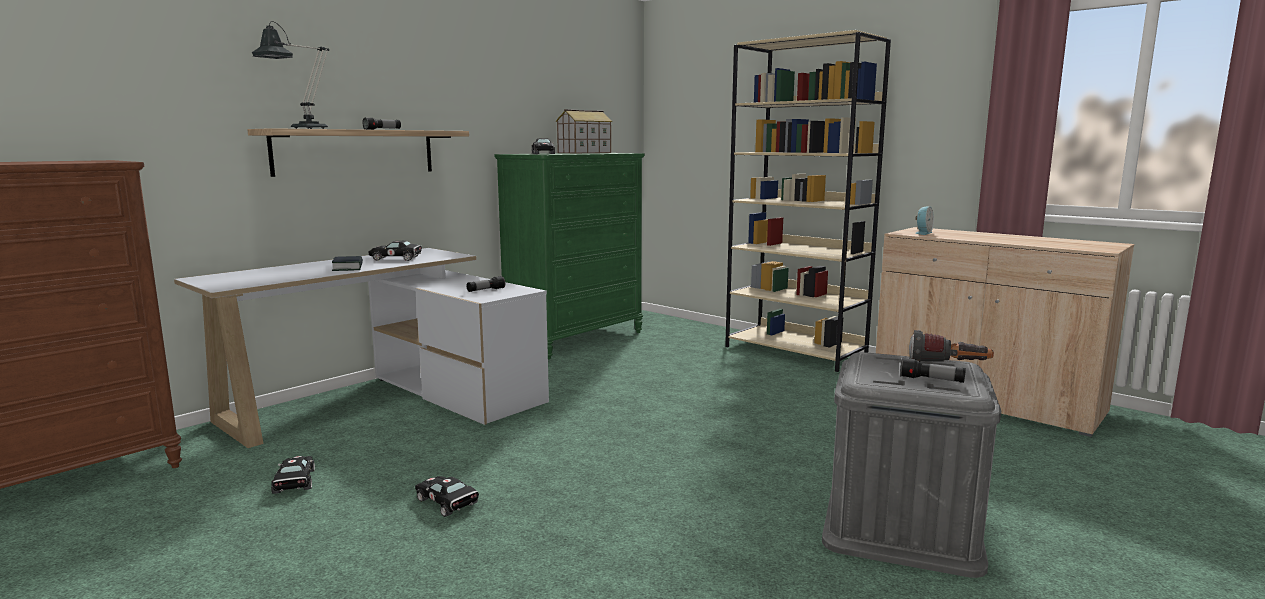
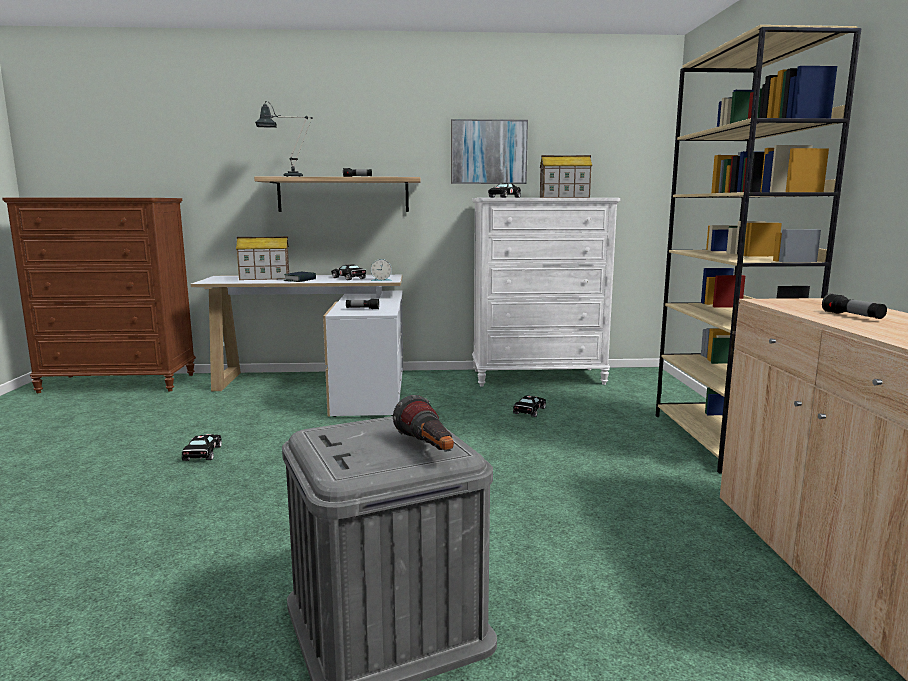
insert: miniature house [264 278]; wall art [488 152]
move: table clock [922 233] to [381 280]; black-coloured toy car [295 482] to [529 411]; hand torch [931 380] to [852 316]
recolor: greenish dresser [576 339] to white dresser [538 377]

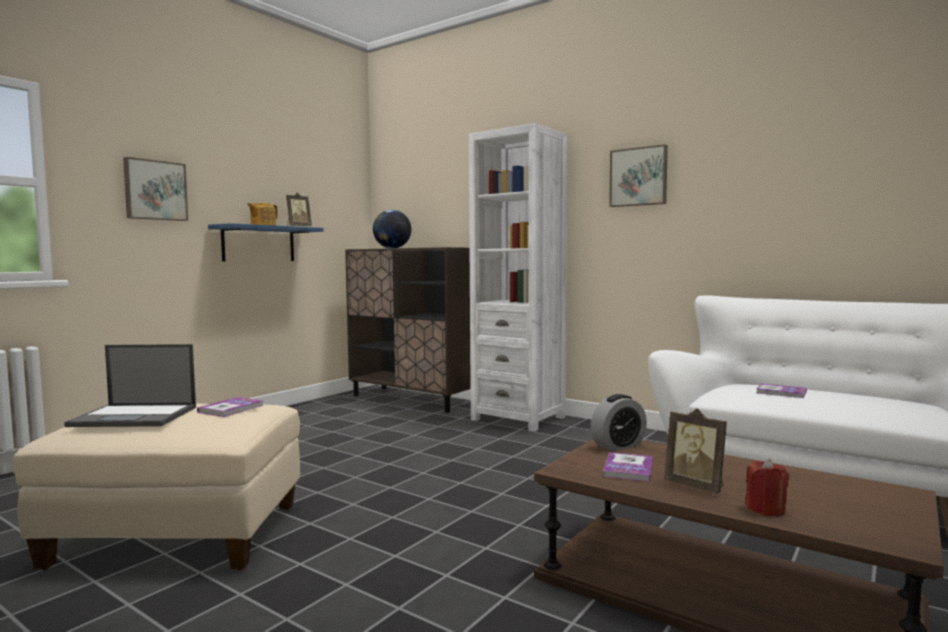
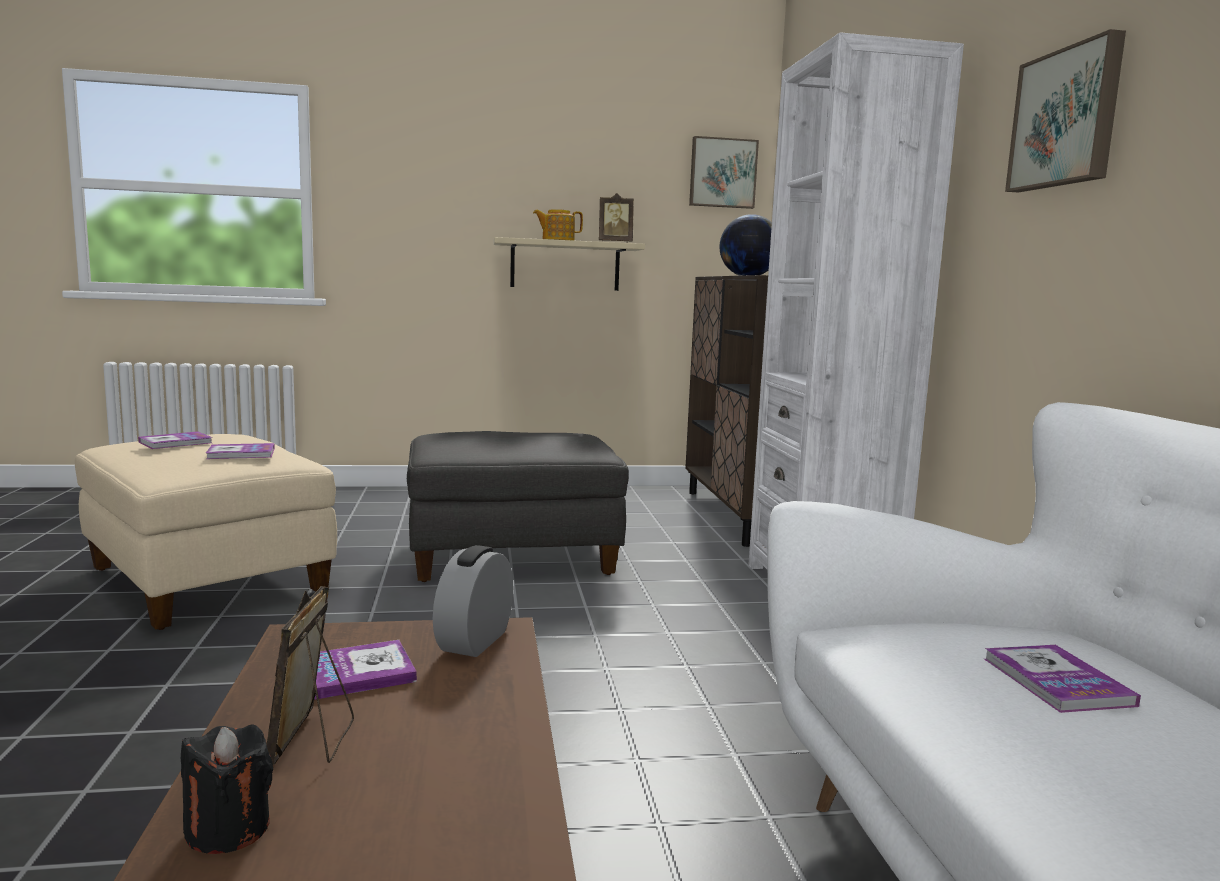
insert: gray pouffe [514 556]
move: wall art [155 190] to [722 173]
replace: laptop [136 416] to volume [176 442]
recolor: red-coloured wax light [765 509] to black-coloured wax light [228 829]; bluish wall shelf [258 244] to beige wall shelf [565 265]
rotate: table clock [618 445] = [474 641] 90 degrees clockwise

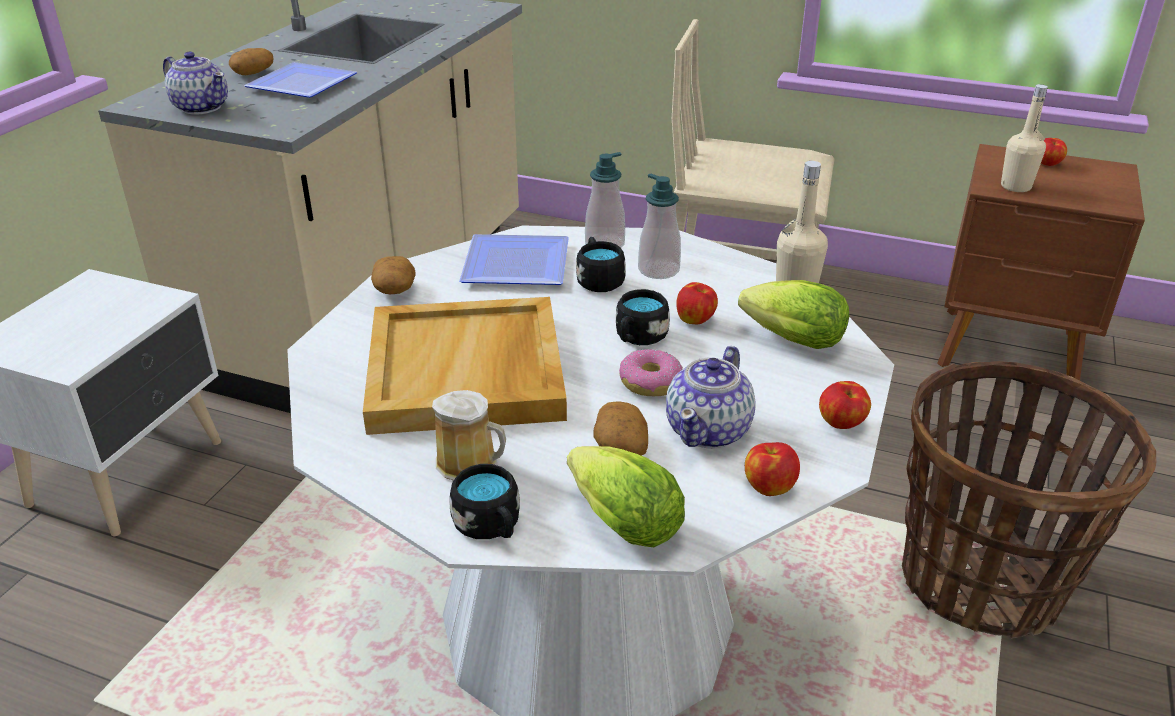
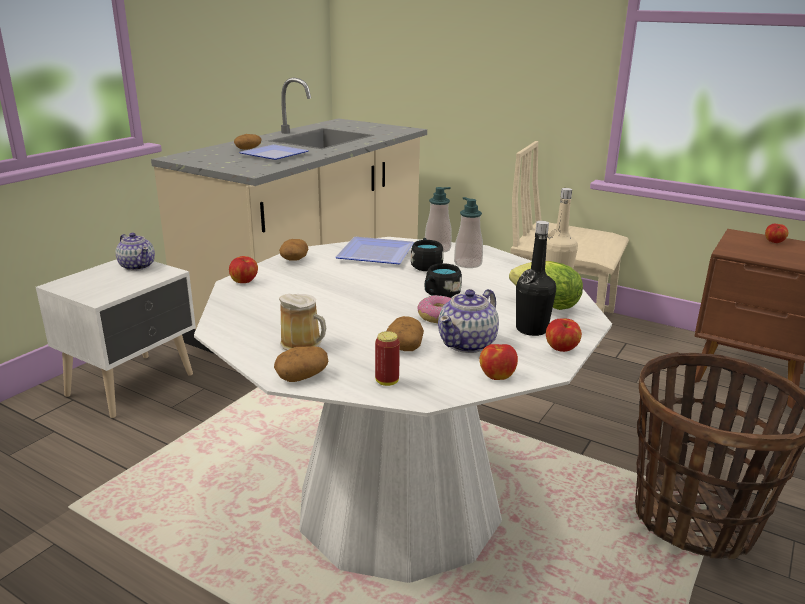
delete: beige tray [467 372]; beige bottle [1015 187]
insert: black-coloured bottle [531 329]
move: pot for tea [201 107] to [137 266]; apple [695 320] to [244 282]
replace: black-coloured tea mug [490 527] to whole potato [302 376]; lettuce head [618 520] to metal can [387 381]

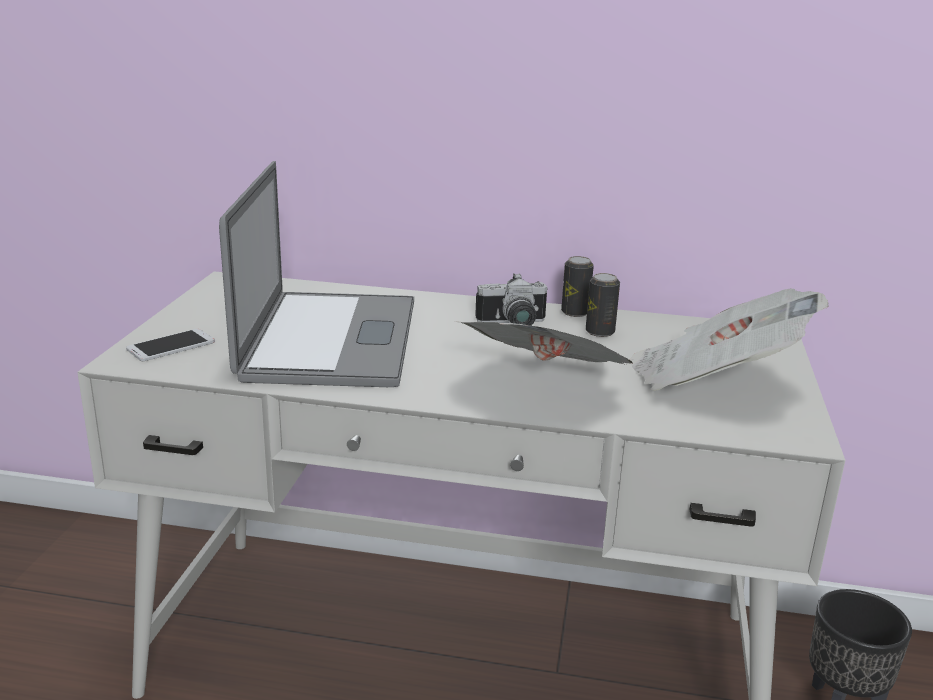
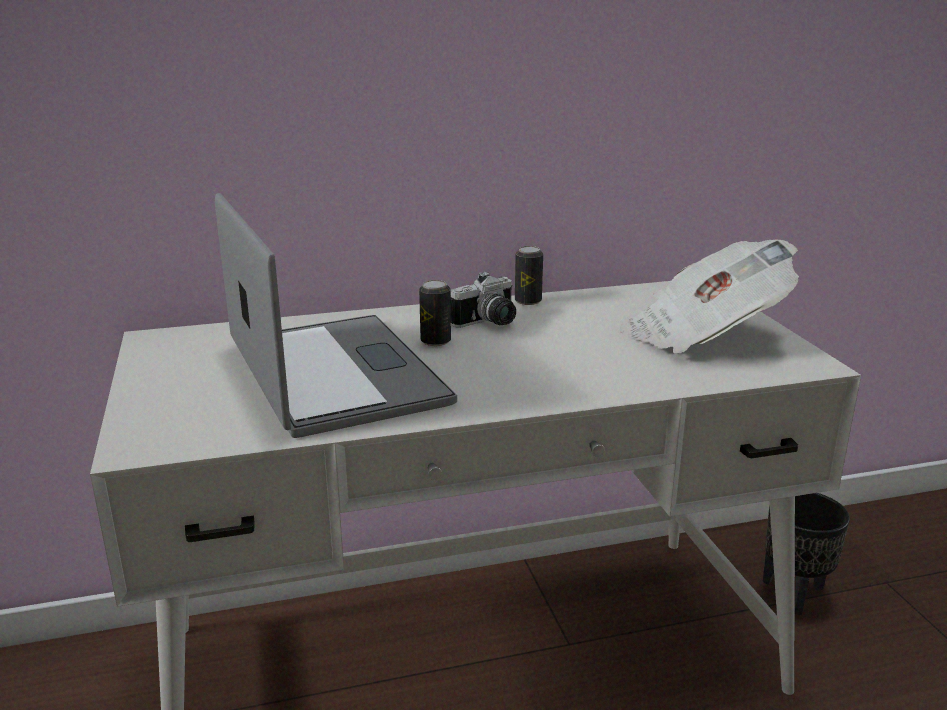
delete: phone [171 346]; daily paper [546 388]
move: metal can [600 332] to [435 341]

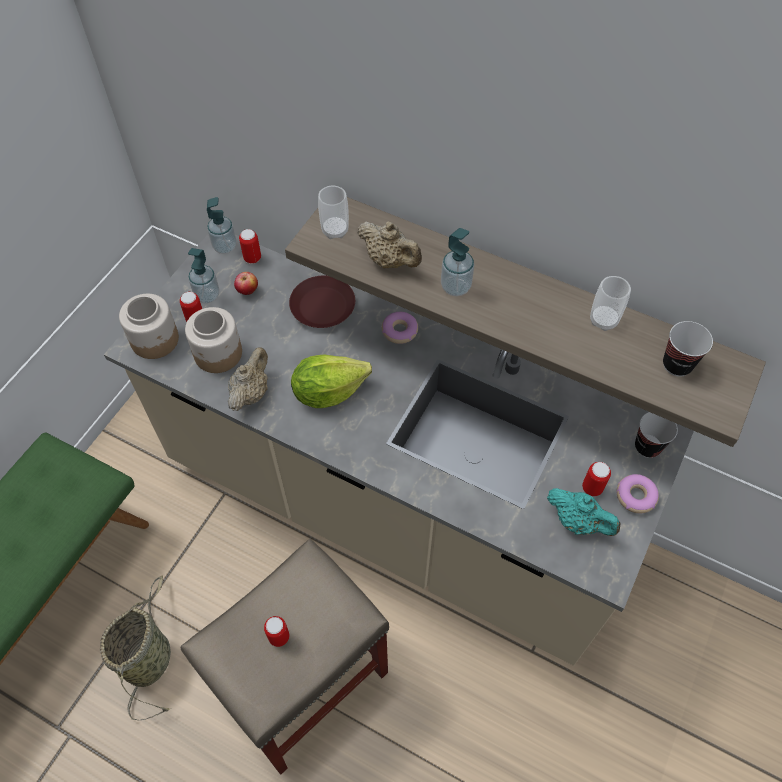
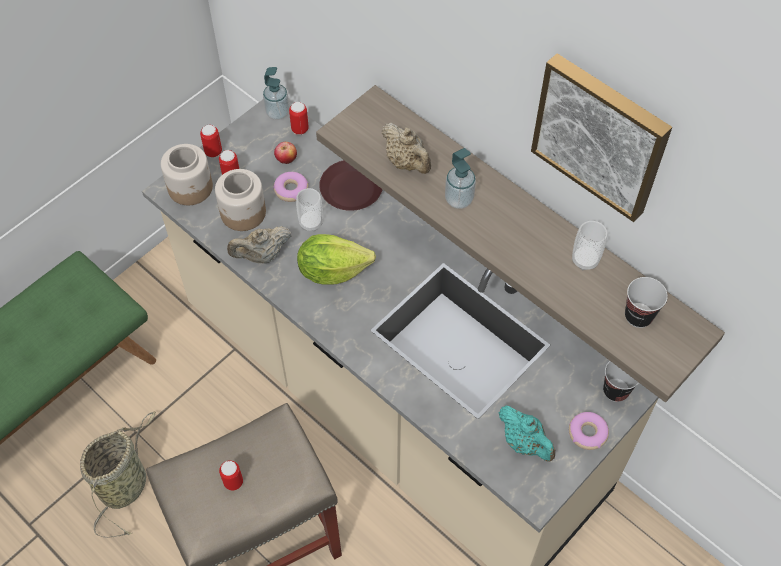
delete: liquid soap bottle [207 295]
insert: wall art [601 135]
move: metal can [592 488] to [213 152]; donut [400 331] to [291 190]; small cup [335 230] to [311 223]
rotate: beige pot for tea [251 393] = [262 256] 150 degrees counterclockwise

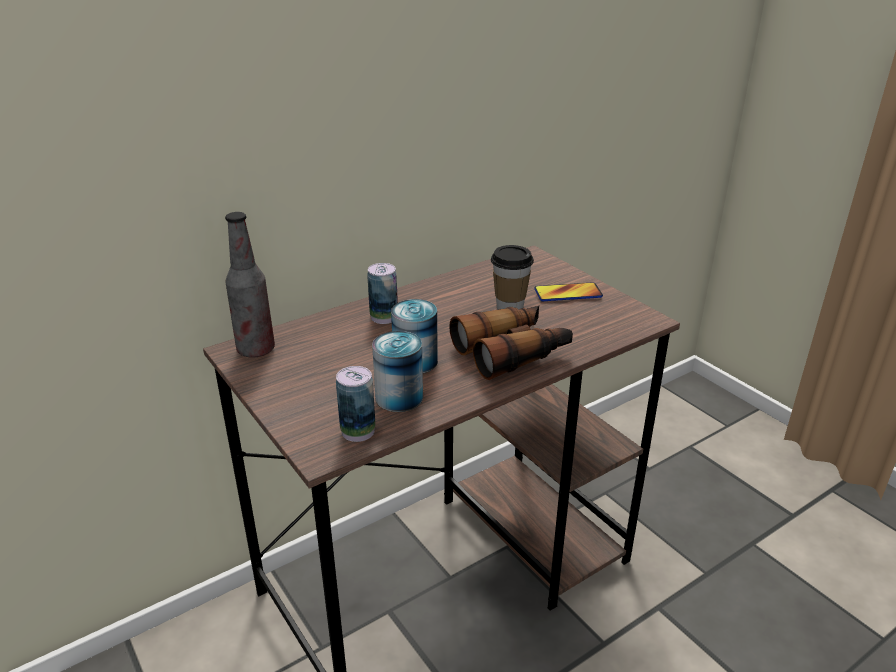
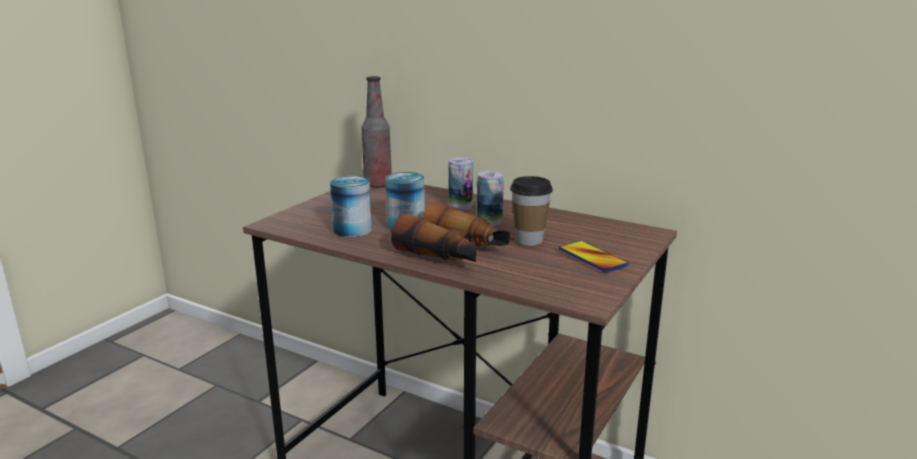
move: metal can [358 431] to [489 221]

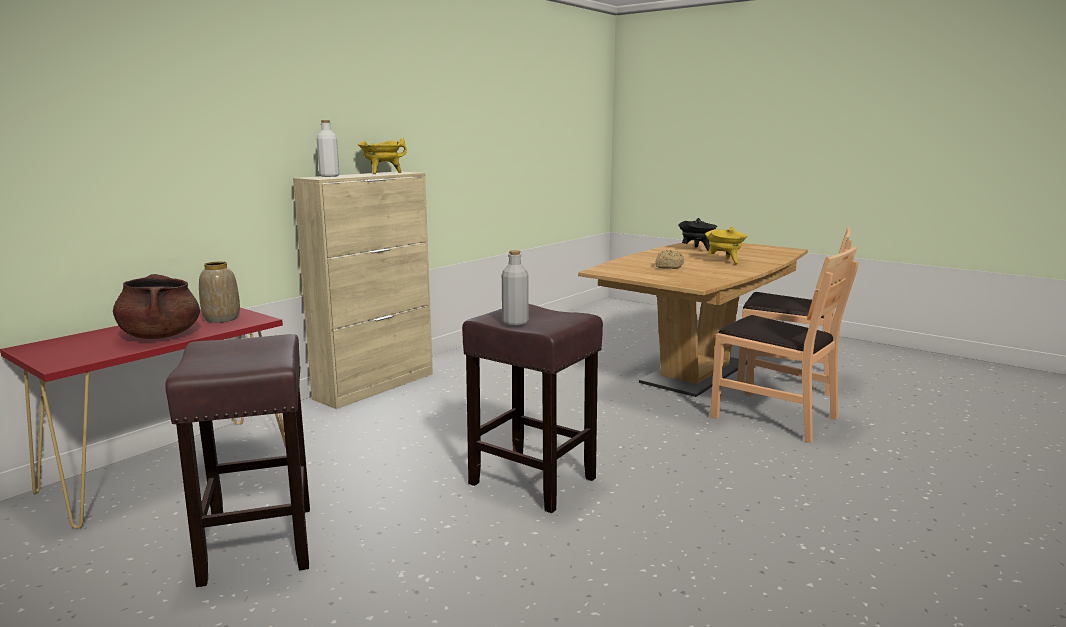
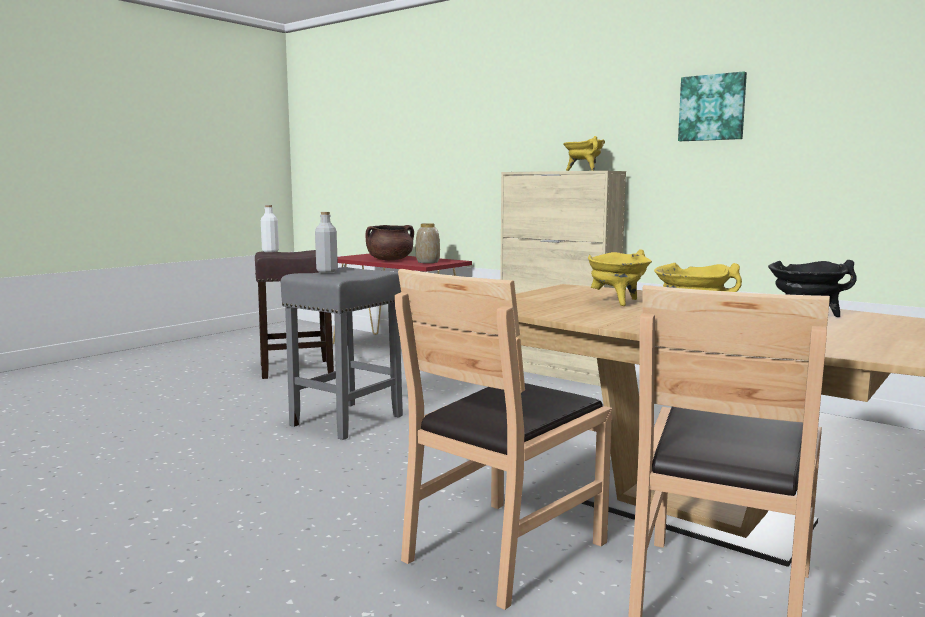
insert: wall art [712 108]
move: white bottle [329 176] to [270 251]
replace: bread [669 267] to yellowish saucepot [617 302]
recolor: brownish stool [534 481] to gray stool [346 421]

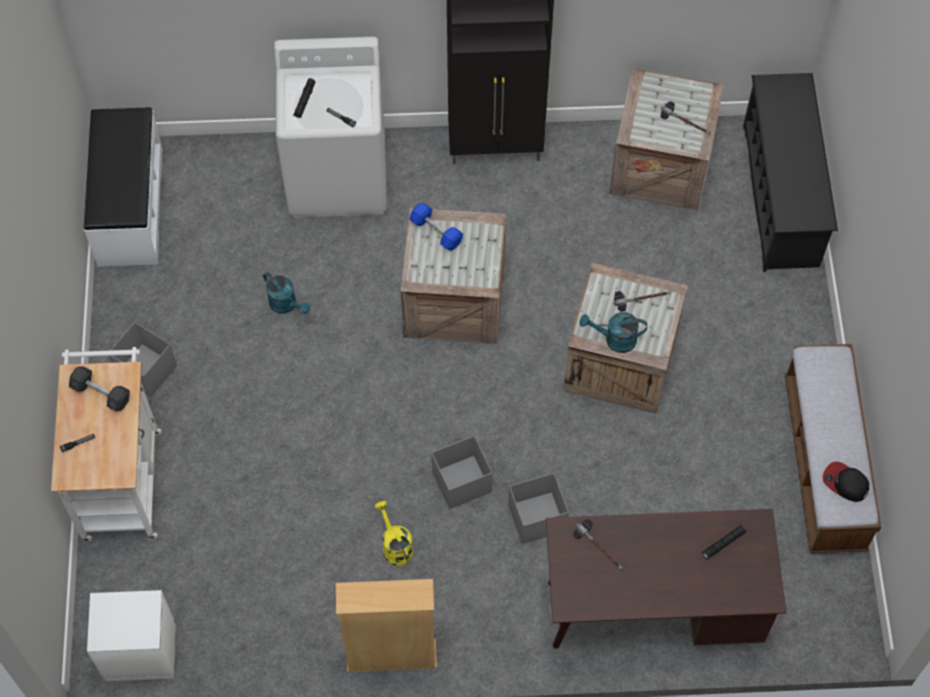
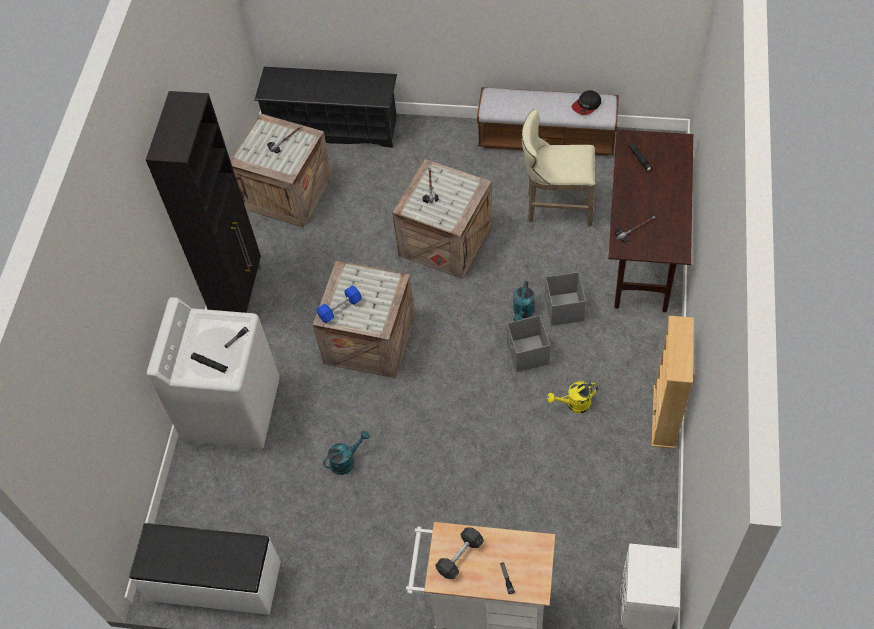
delete: gray storage box [146 369]
insert: beige stool [555 207]
move: turquoise-coloured watering pot [614 339] to [523 312]

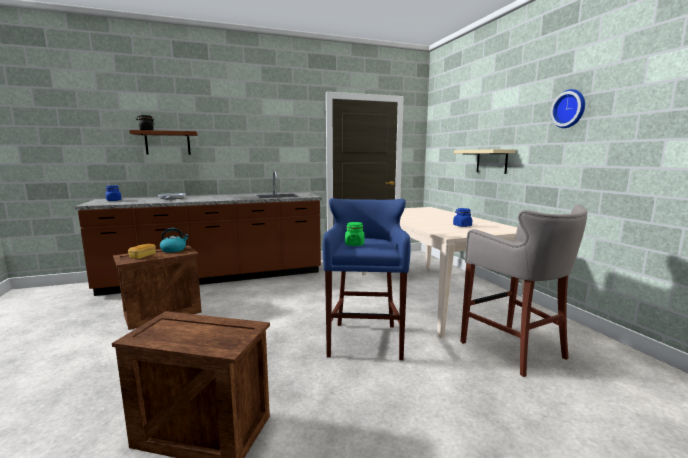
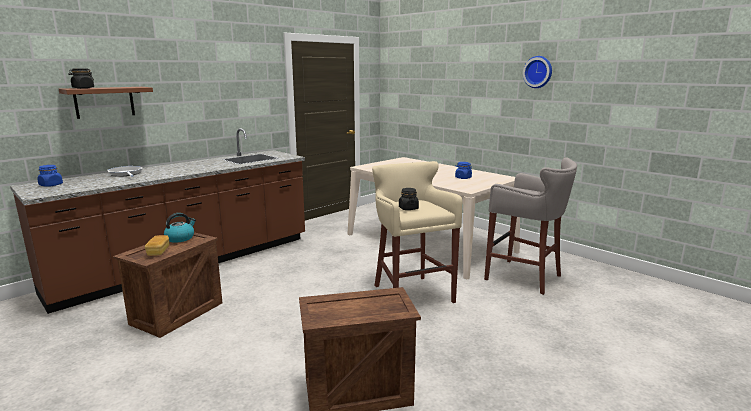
delete: beige wall shelf [491 161]
recolor: bluish stool [365 339] to beige stool [411 293]; greenish preserve jar [354 244] to black-coloured preserve jar [408 208]

